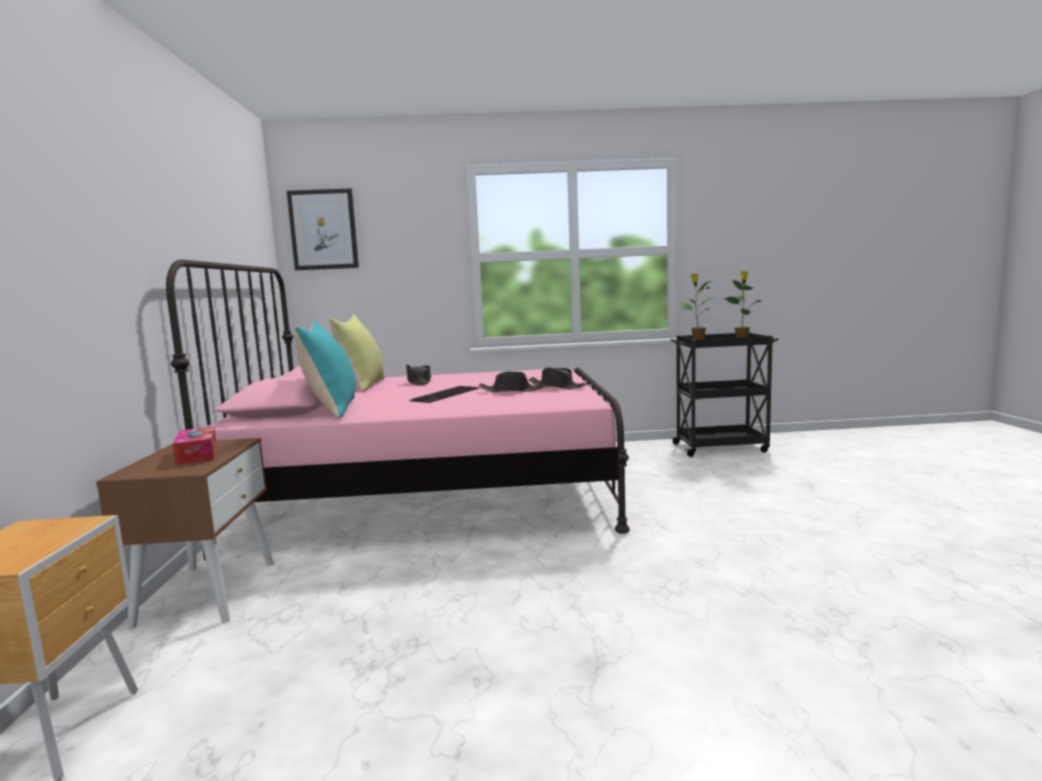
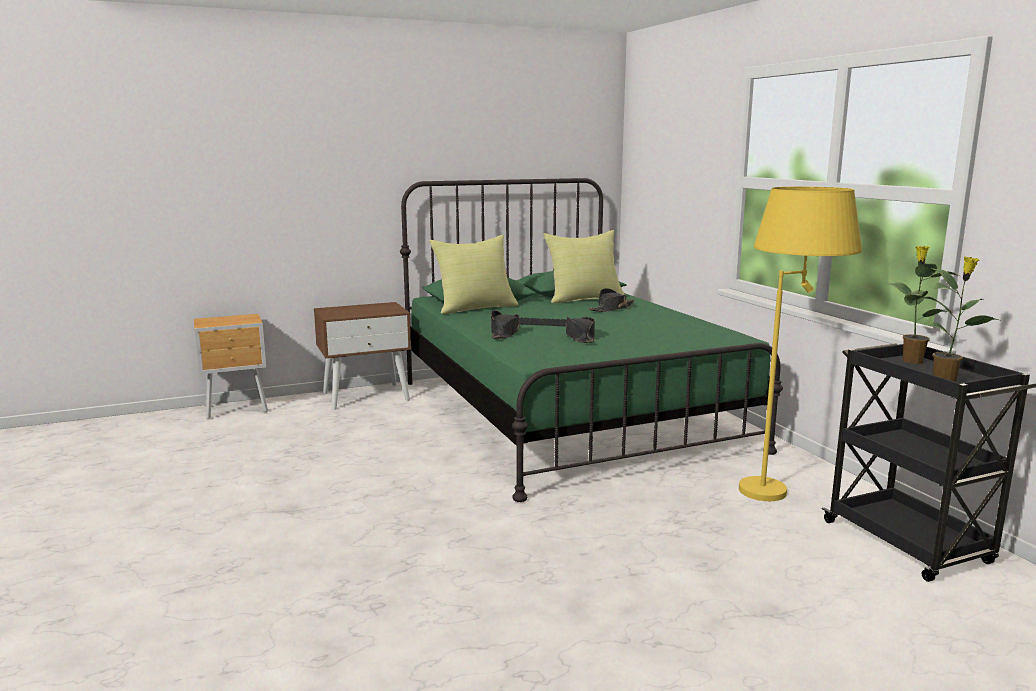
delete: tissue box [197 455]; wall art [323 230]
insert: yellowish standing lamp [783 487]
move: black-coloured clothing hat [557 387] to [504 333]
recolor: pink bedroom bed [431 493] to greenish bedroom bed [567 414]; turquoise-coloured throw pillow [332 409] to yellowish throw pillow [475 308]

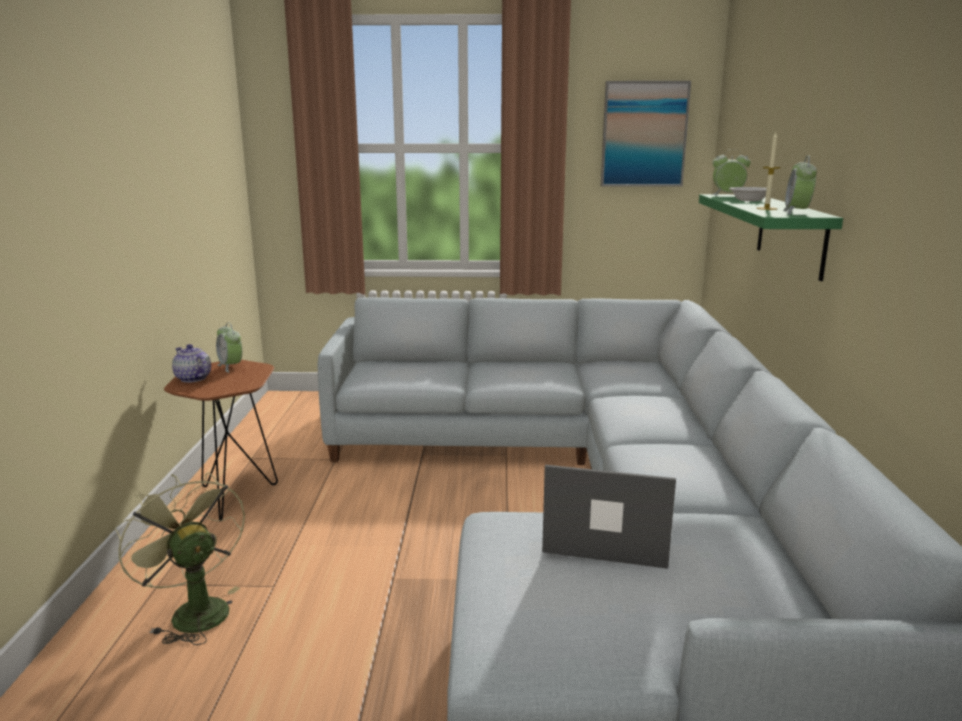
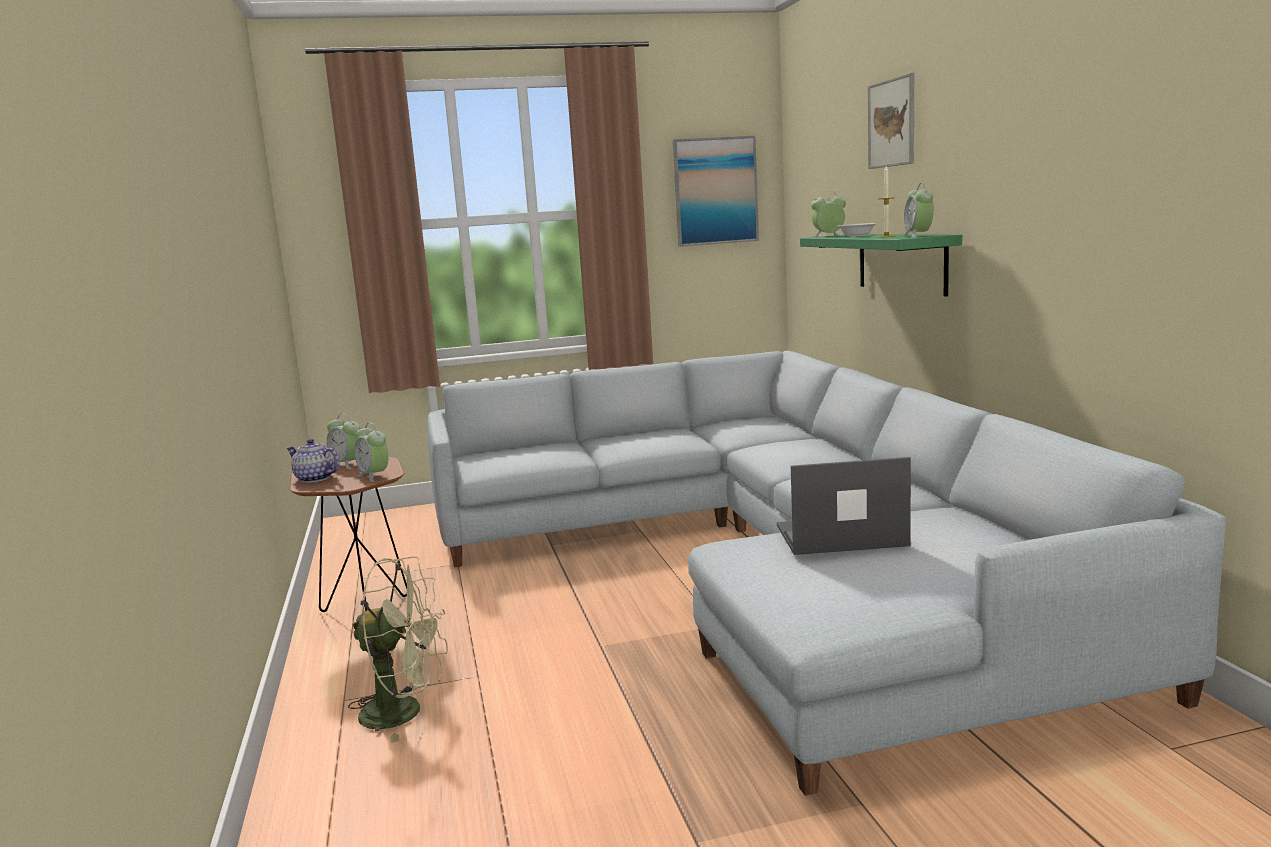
insert: table clock [374 476]; wall art [891 123]
rotate: greenish cooling fan [193 611] = [405 712] 150 degrees clockwise

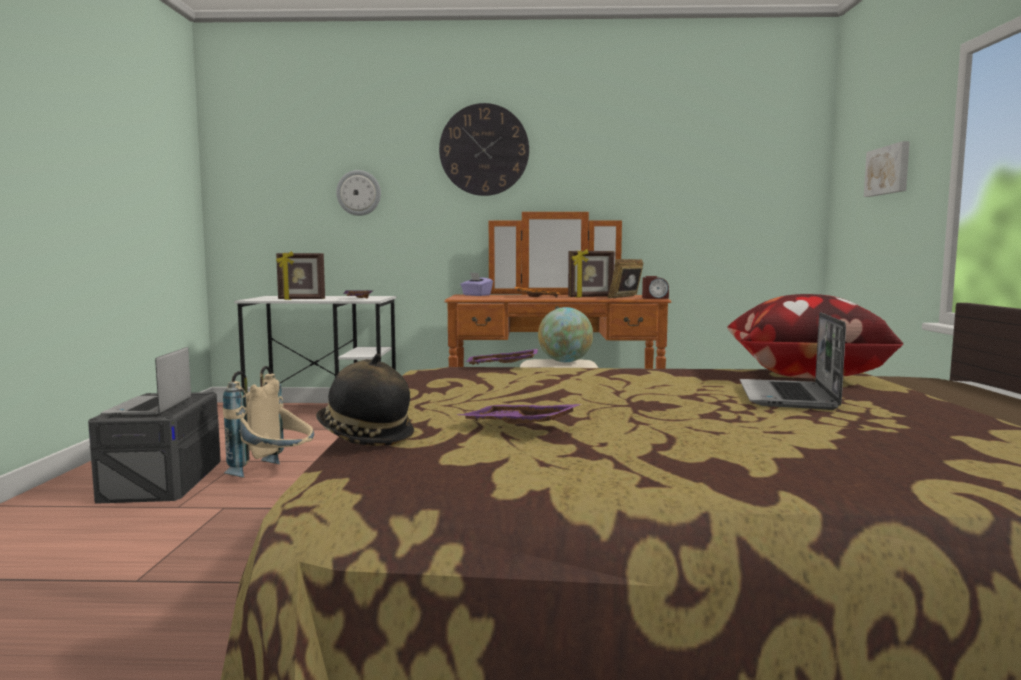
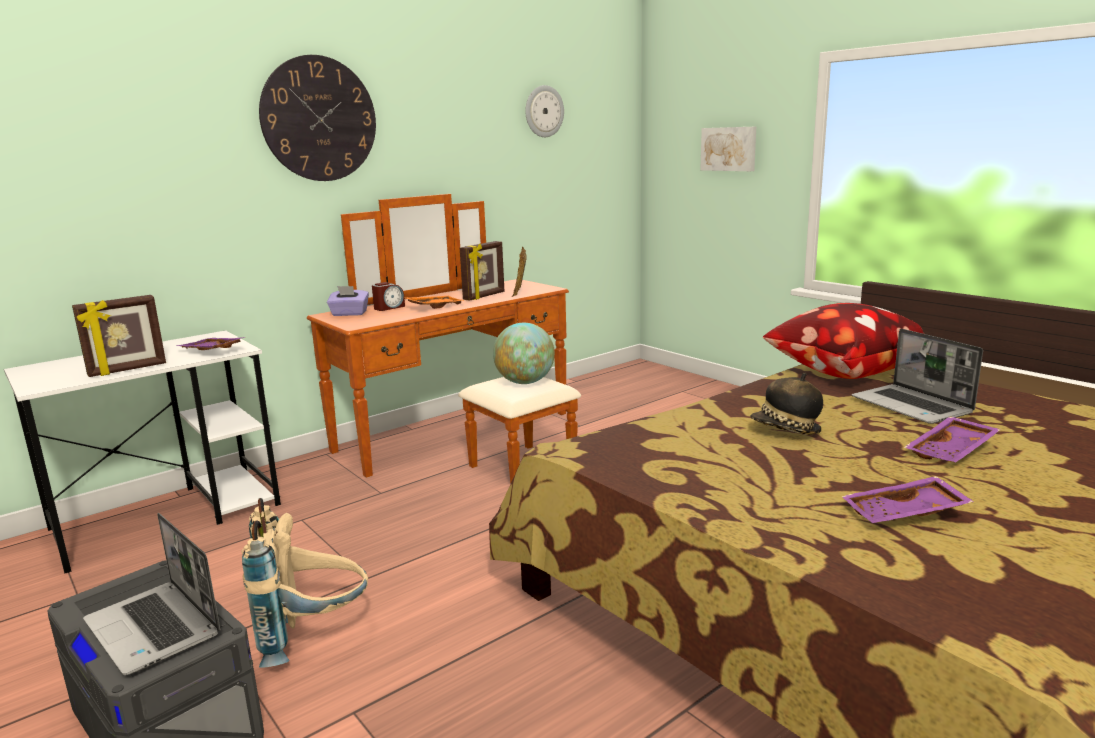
move: table clock [655 298] to [389 307]; hanging clock [359 193] to [543 111]; clothing hat [364 437] to [786 430]; purple tray [502 366] to [952 451]

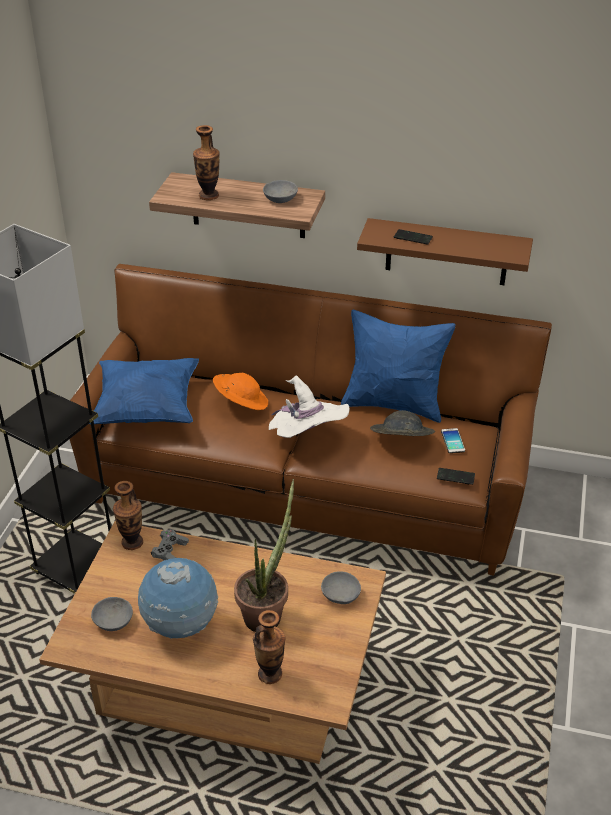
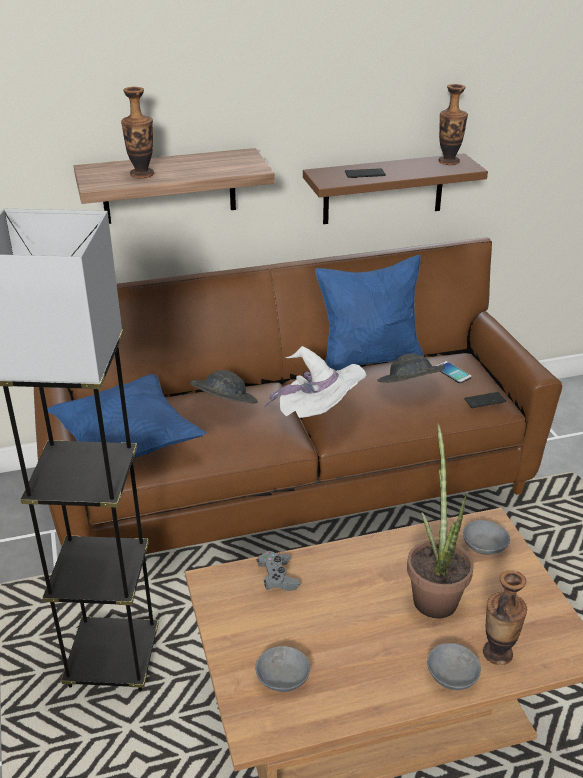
delete: desk globe [181 626]
move: gray deep dish [279 198] to [450 675]; flower vase [132 542] to [448 162]
recolor: orange-coloured clothing hat [240 403] to gray clothing hat [223 405]

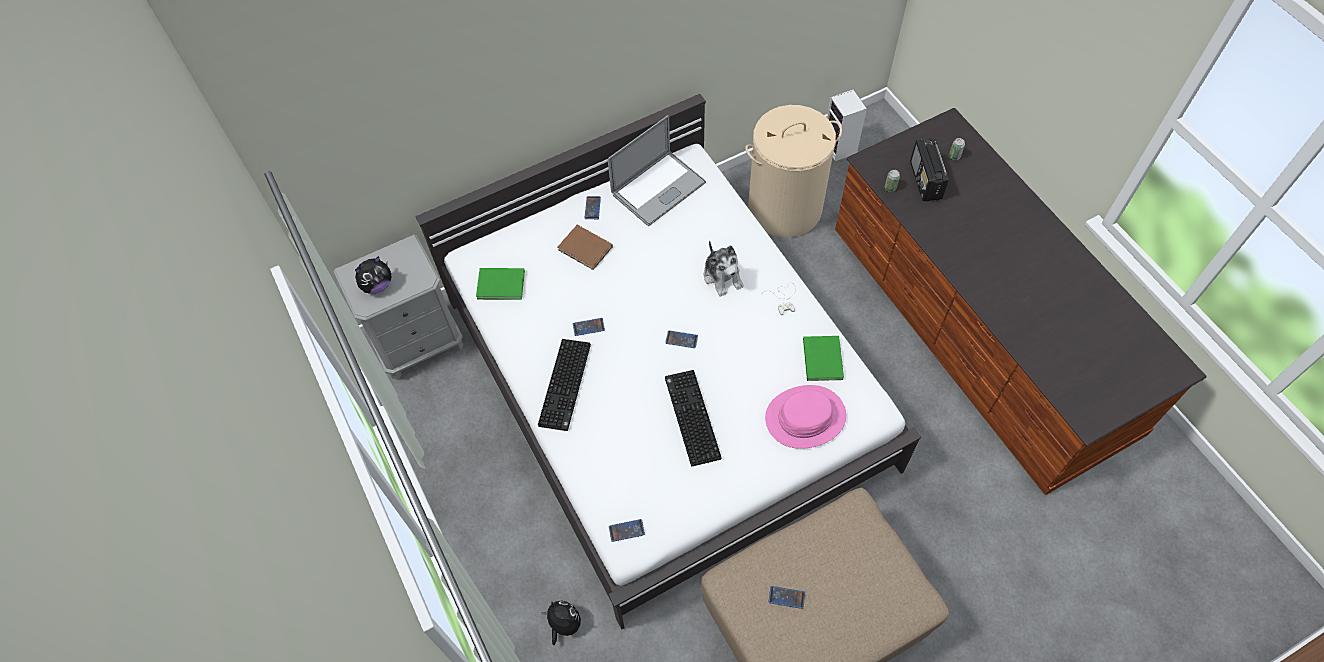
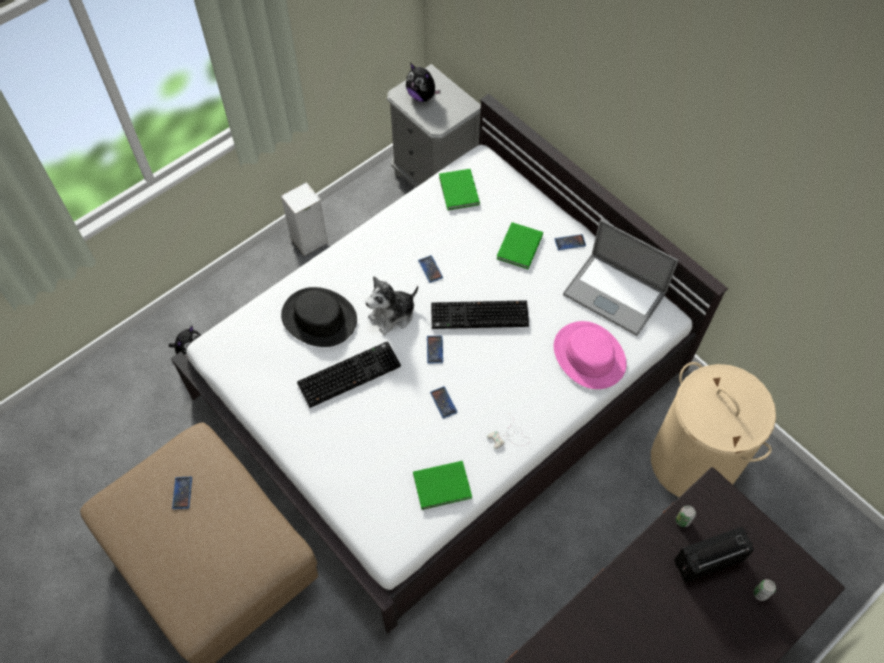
insert: black-coloured clothing hat [319 317]
move: loudspeaker [840 148] to [308 241]; soft toy [722 276] to [393 315]; phone [626 530] to [443 402]; keyboard [566 386] to [478 317]; pink clothing hat [805 417] to [589 356]
recolor: brownish volume [585 249] to greenish volume [518 248]

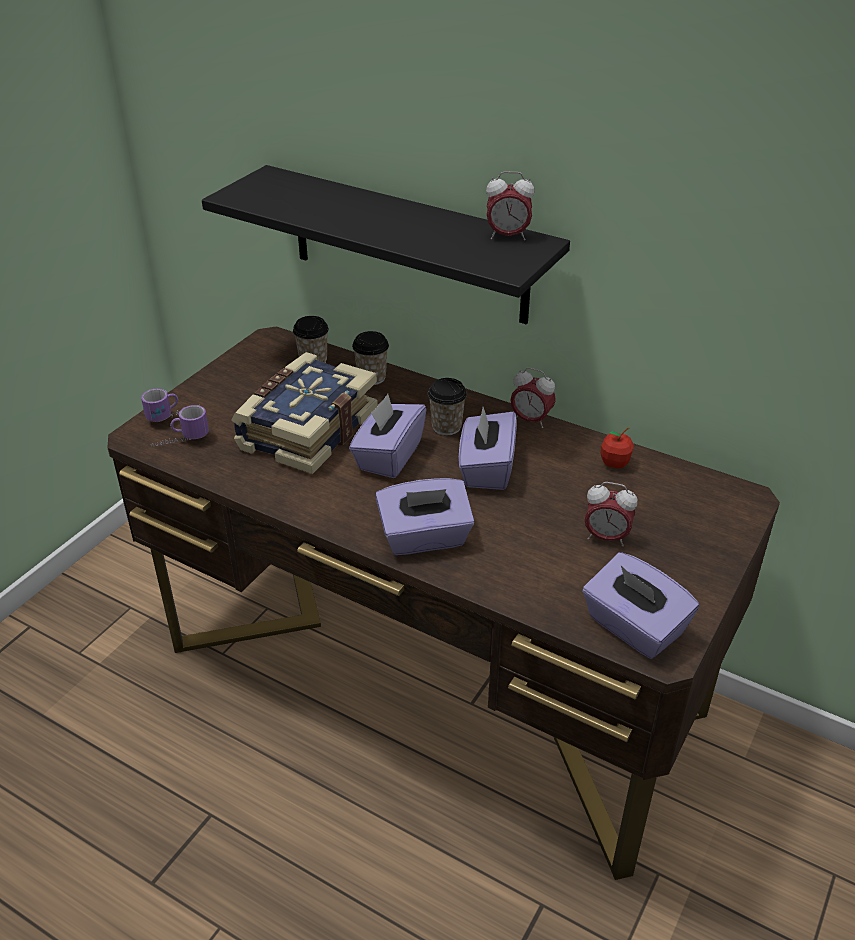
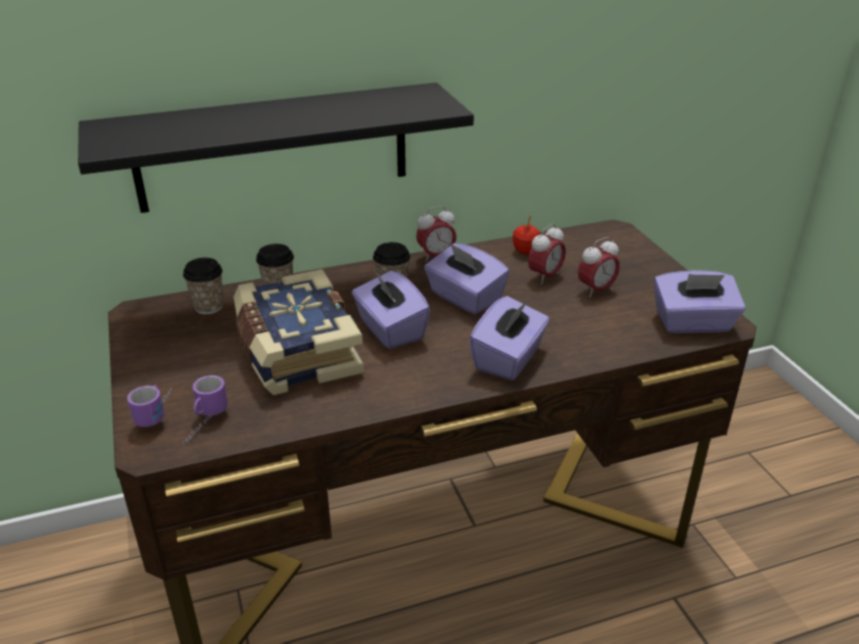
move: table clock [507 236] to [545 276]

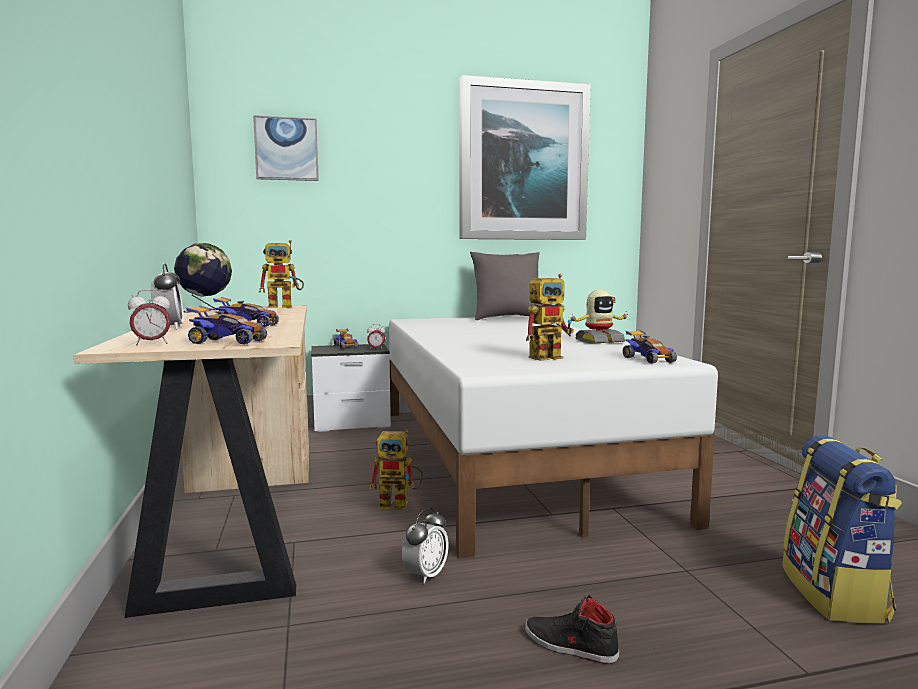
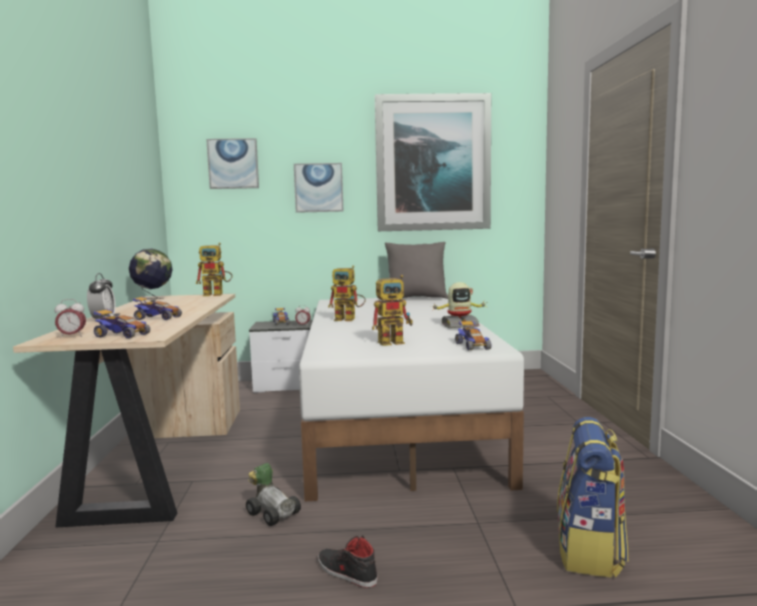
insert: wall art [318 187]
move: robot figure [400 504] to [349 319]
replace: table clock [425 575] to toy car [272 512]

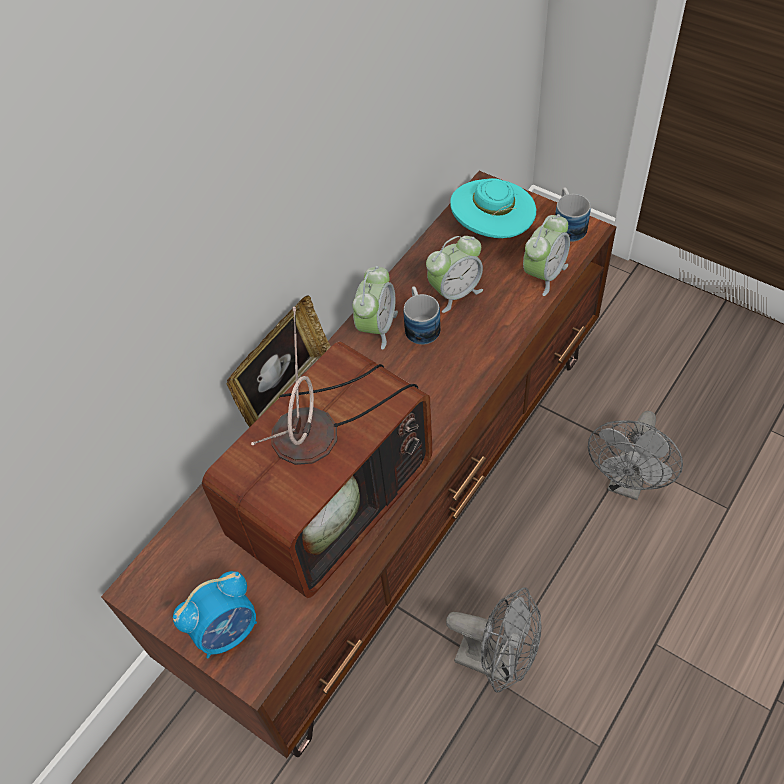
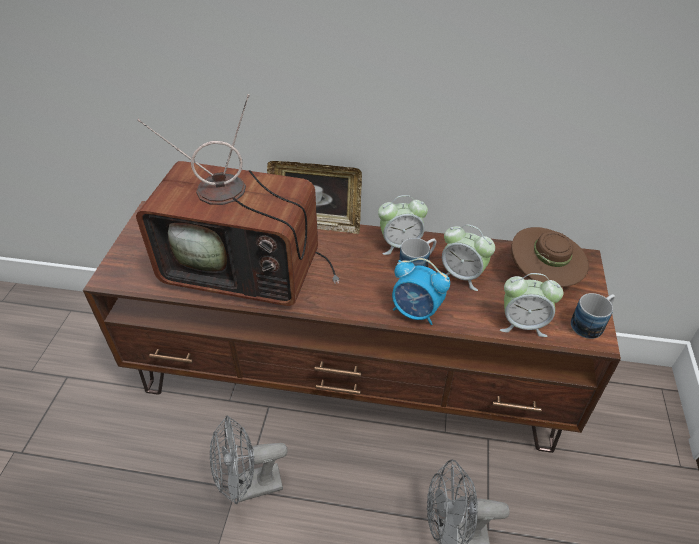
move: table clock [227 630] to [416 312]
recolor: turquoise-coloured clothing hat [492 230] to brownish clothing hat [542 277]
rotate: gray cooling fan [497 661] = [250 487] 75 degrees clockwise

